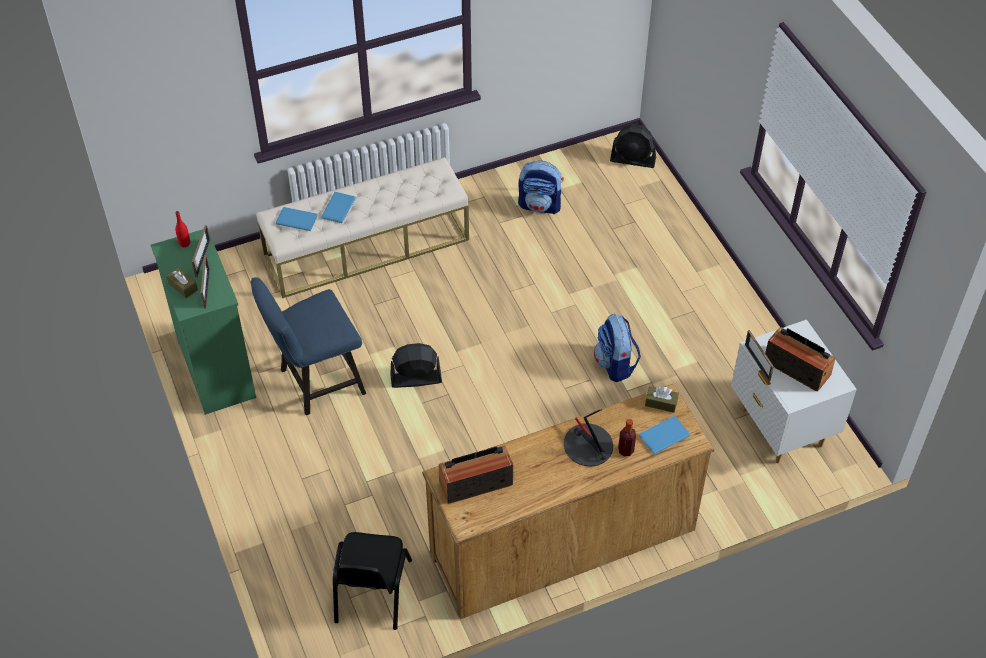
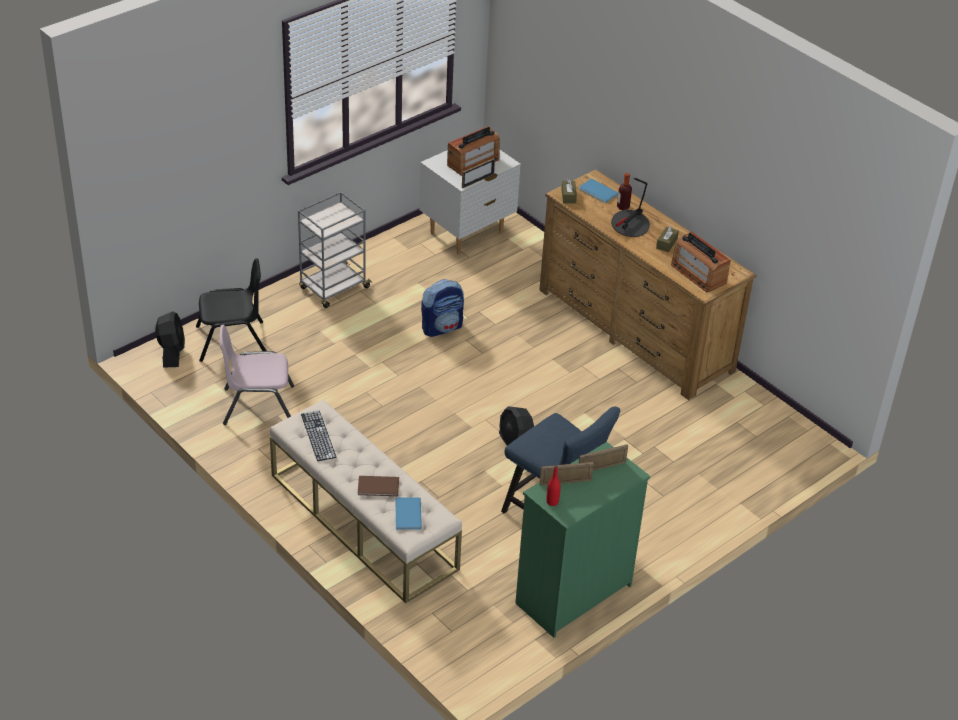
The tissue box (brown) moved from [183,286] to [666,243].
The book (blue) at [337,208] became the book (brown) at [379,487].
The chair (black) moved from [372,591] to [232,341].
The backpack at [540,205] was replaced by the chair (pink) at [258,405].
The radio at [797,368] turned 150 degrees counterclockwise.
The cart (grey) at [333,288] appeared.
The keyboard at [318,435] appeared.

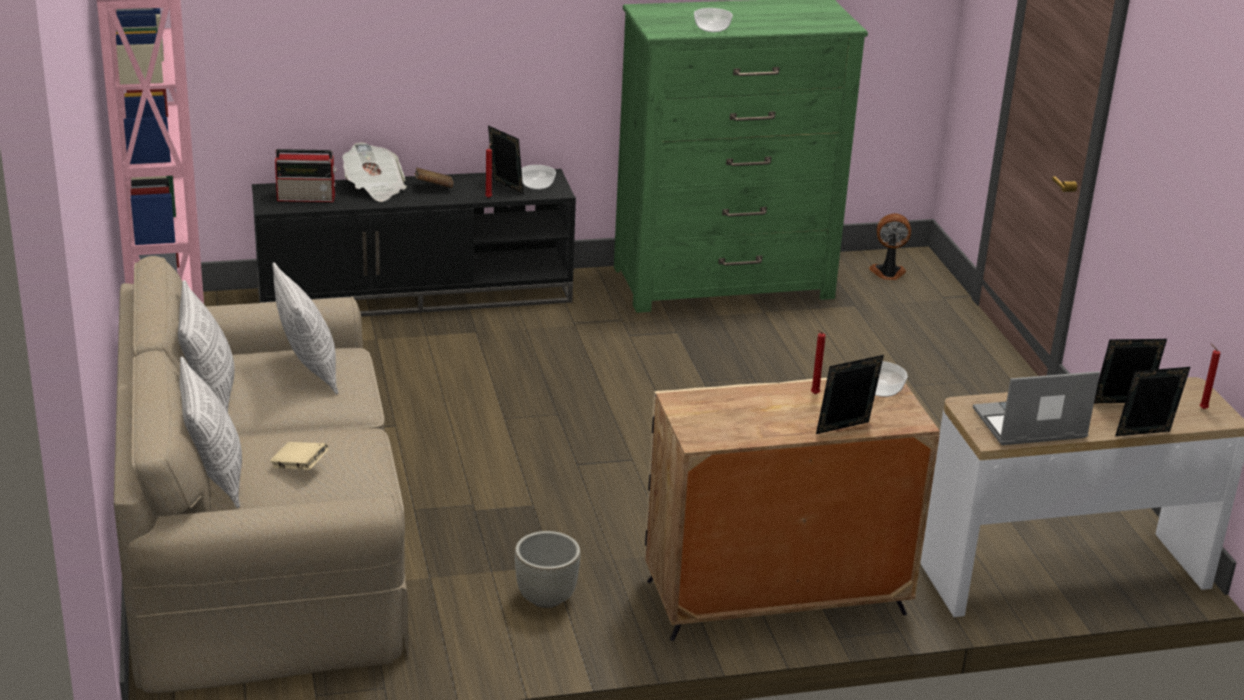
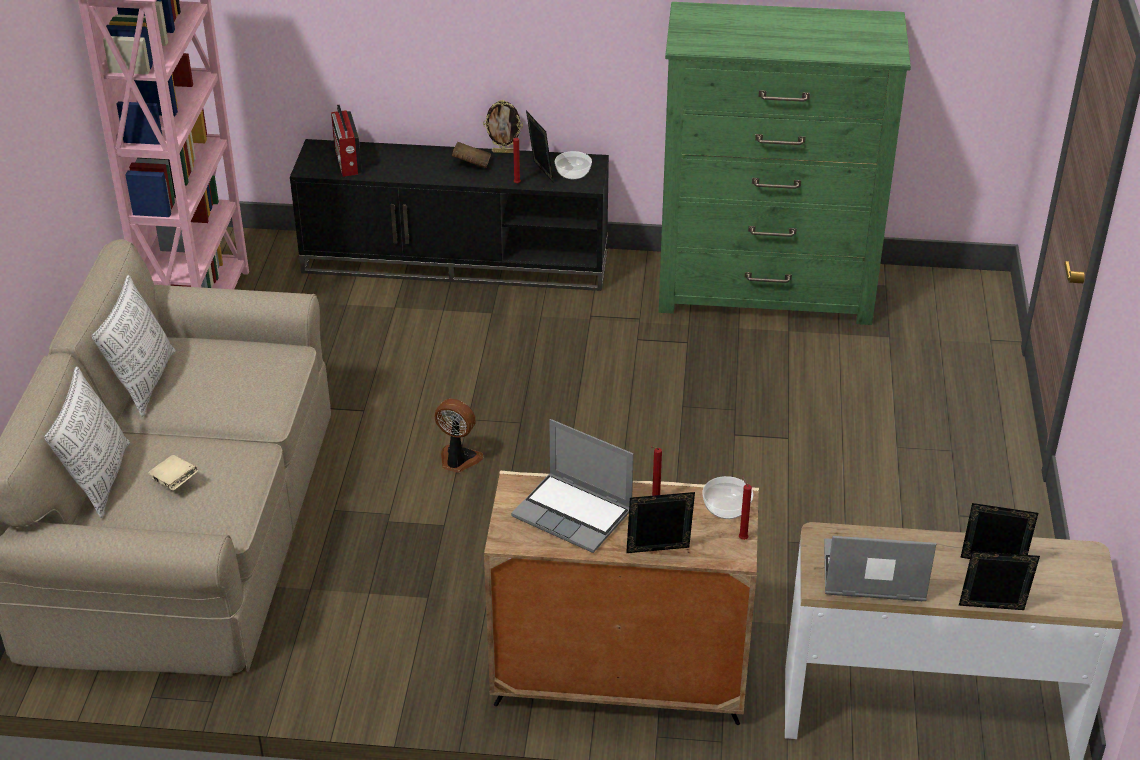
The pillow at [308,371] disappeared.
The radio at [307,197] turned 60 degrees clockwise.
The newspaper at [375,188] disappeared.
The planter (grey) at [545,598] disappeared.
The bowl at [712,28] disappeared.
The fan moved from [888,273] to [458,460].
The candle (red) moved from [1201,408] to [742,538].
The picture frame at [503,152] appeared.
The laptop at [574,514] appeared.

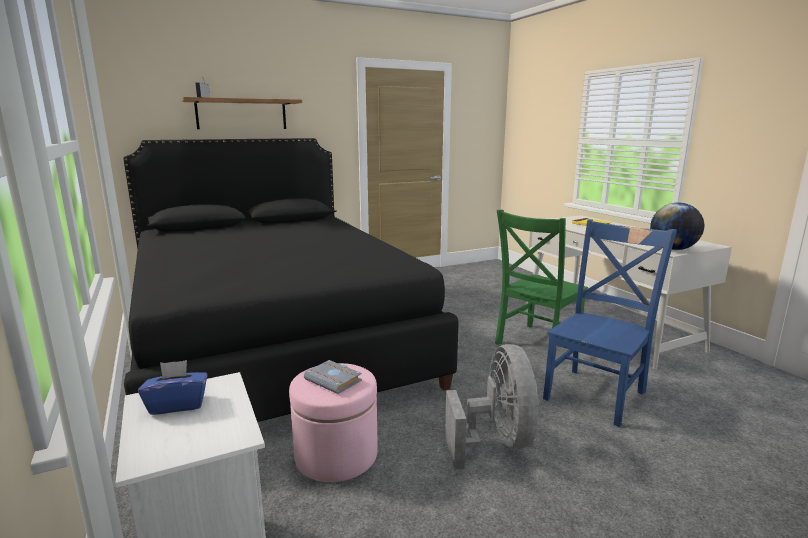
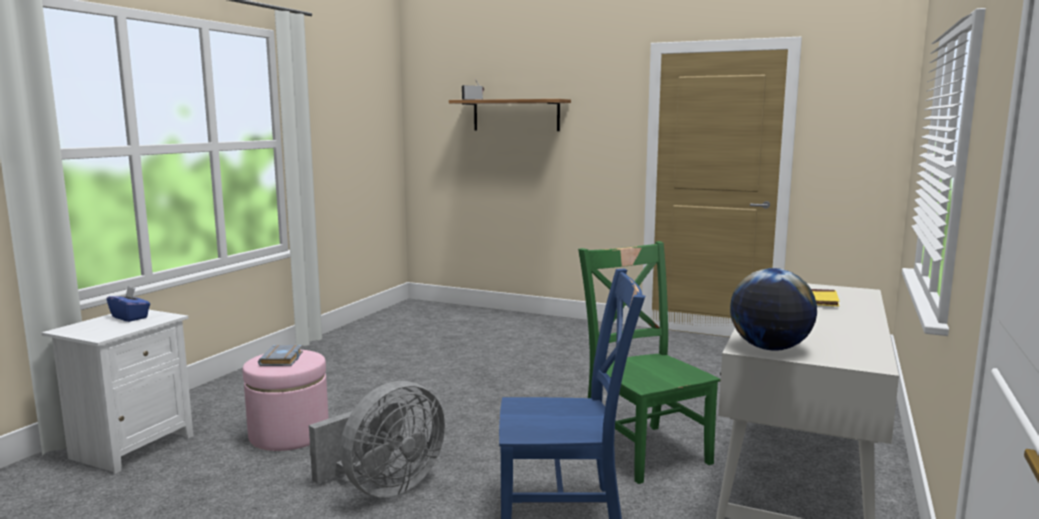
The bed (black) at [273,342] disappeared.
The chair (green) at [536,343] turned 60 degrees clockwise.

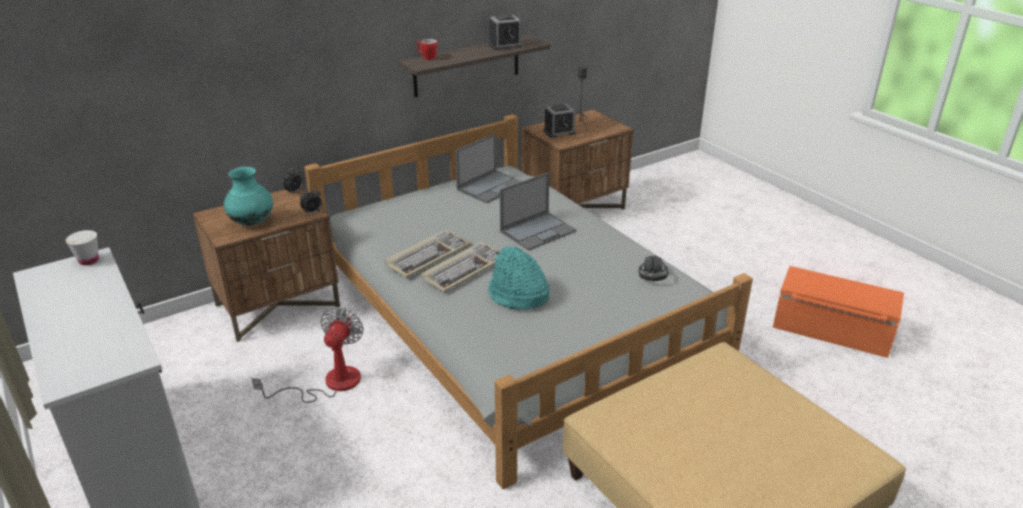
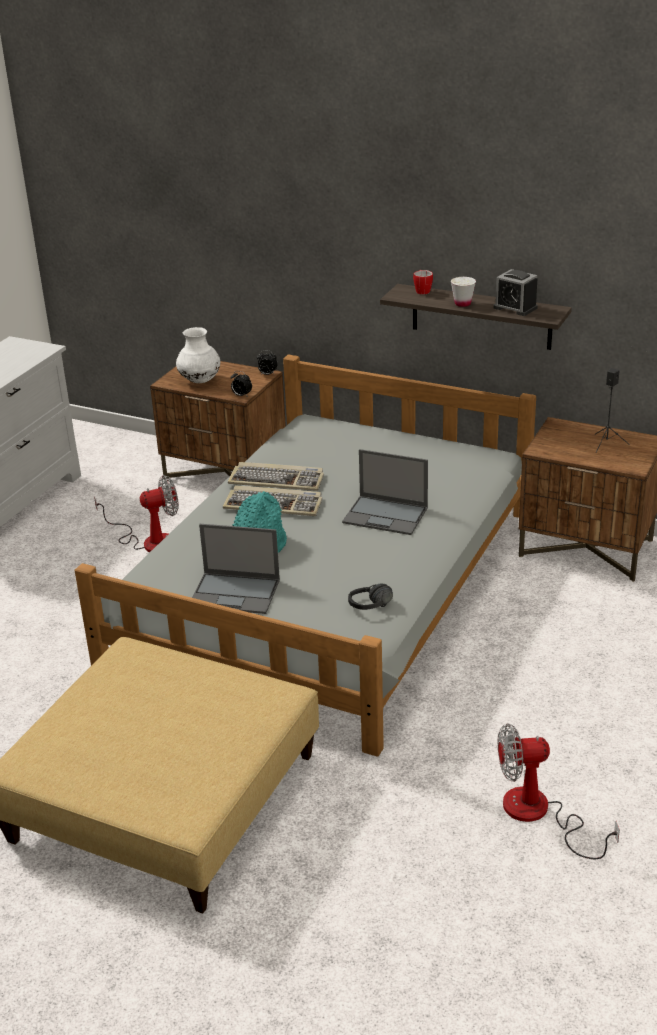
The cup (white) moved from [89,260] to [462,304].
The vase (turquoise) at [252,222] became the vase (white) at [200,381].
The laptop moved from [491,186] to [236,593].
The alarm clock at [559,132] disappeared.
The storage box (orange) at [832,330] was replaced by the fan at [539,814].

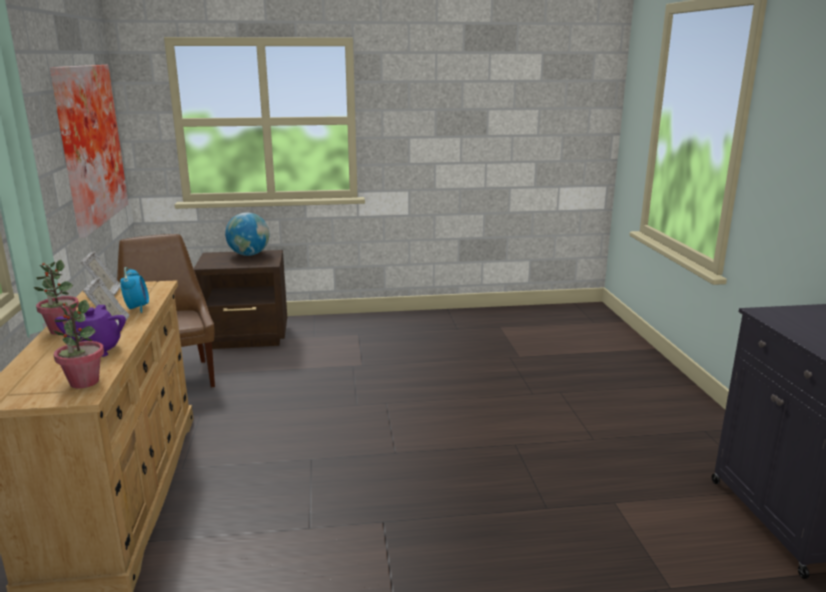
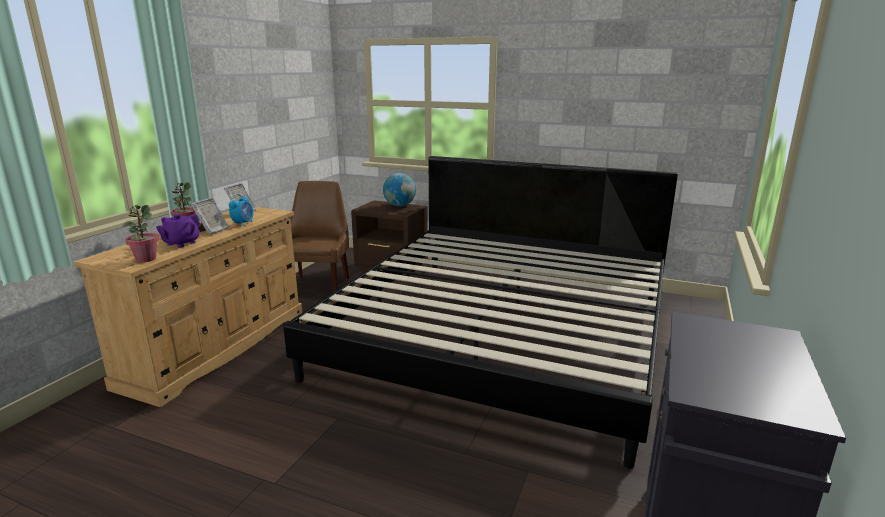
The picture at [85,145] disappeared.
The bed at [501,334] appeared.

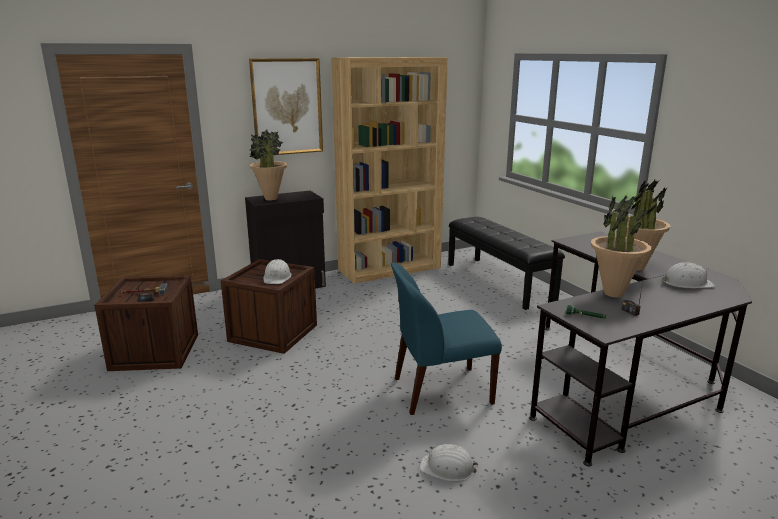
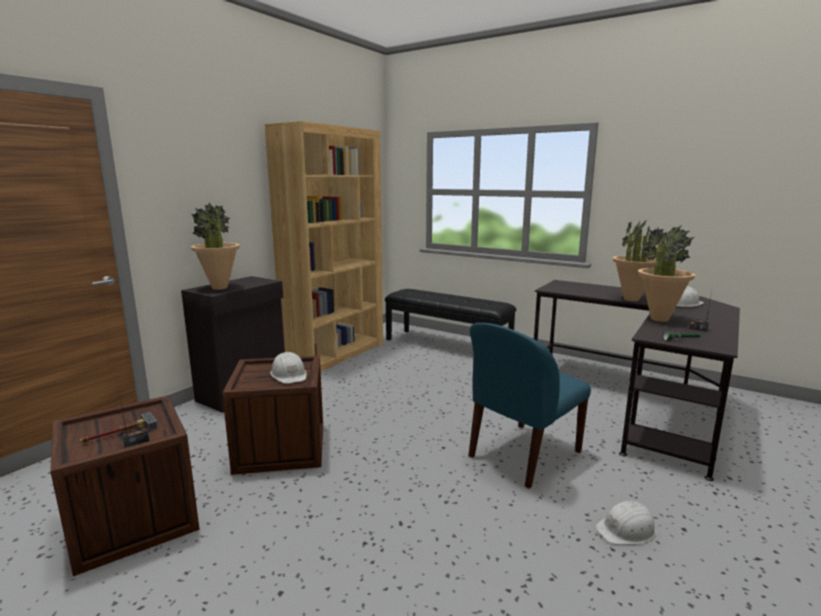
The picture at [287,107] disappeared.

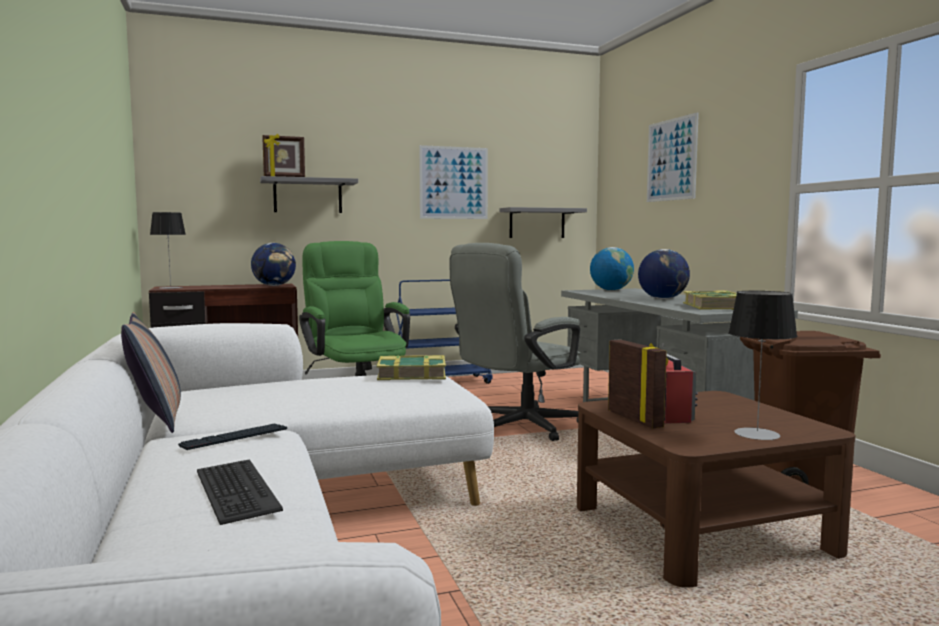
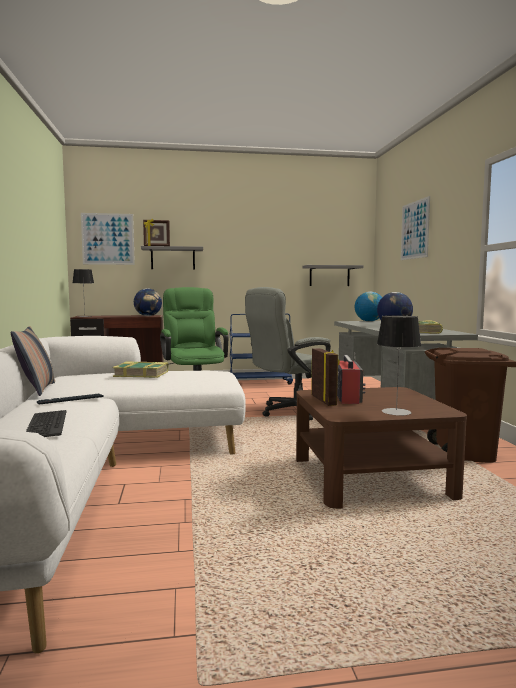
The book moved from [412,375] to [141,374].
The picture moved from [453,183] to [108,239].

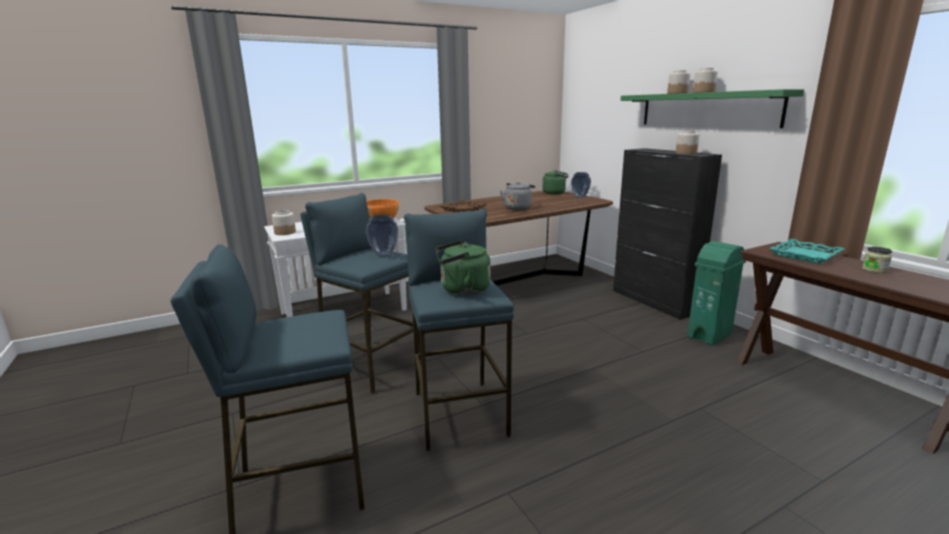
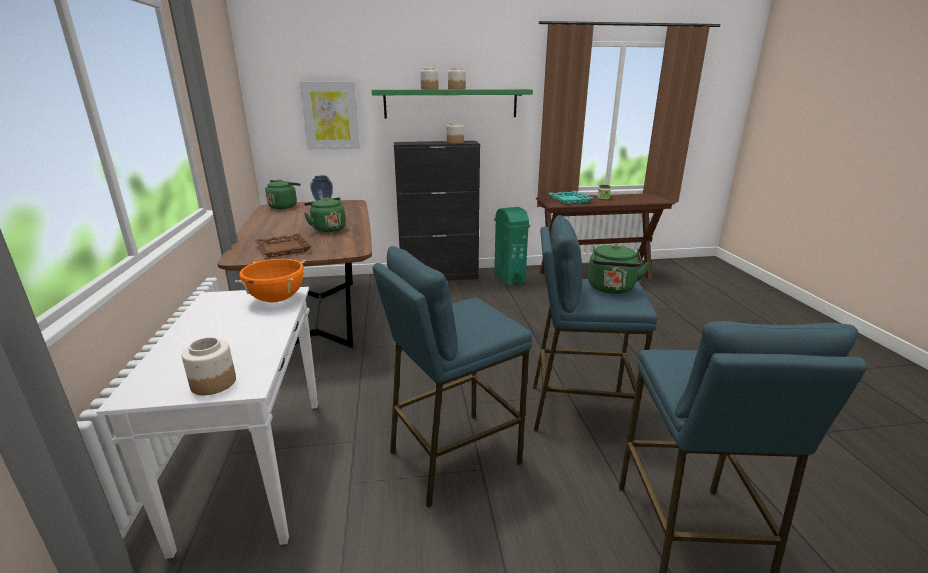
The vase at [384,254] disappeared.
The kettle (grey) at [518,208] became the kettle (green) at [327,229].
The picture at [331,116] appeared.

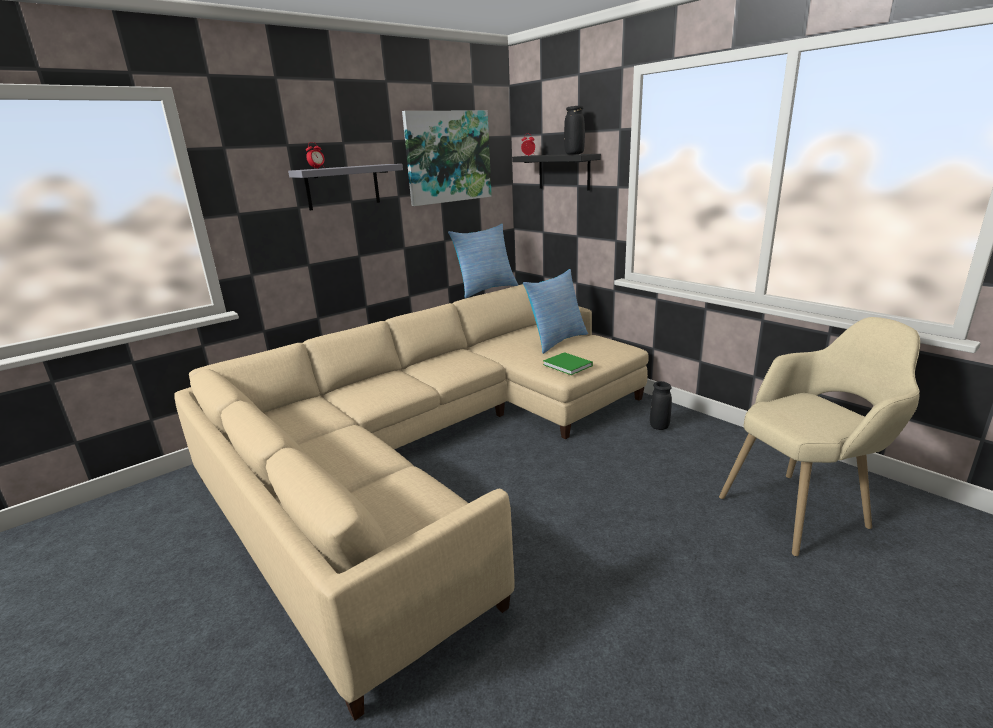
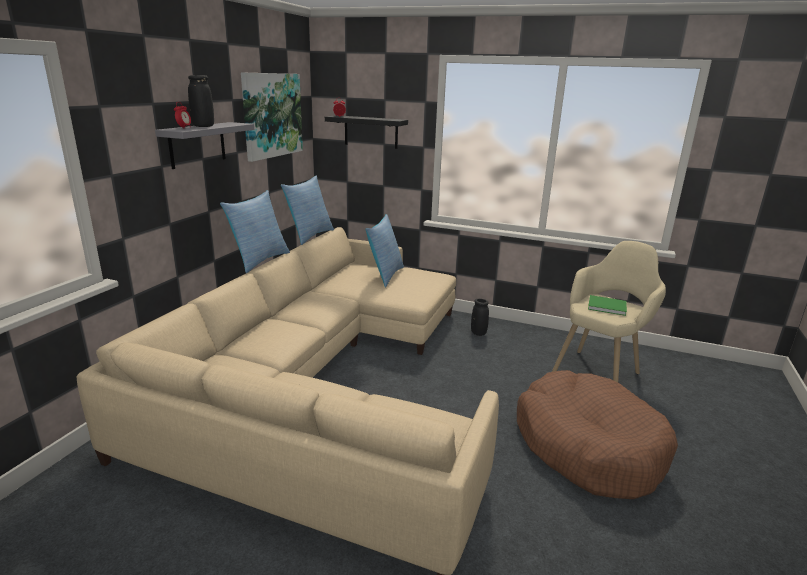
The book (green) moved from [568,365] to [608,307].
The vase (black) moved from [574,154] to [203,126].
The pillow at [259,260] appeared.
The dog bed (brown) at [588,446] appeared.

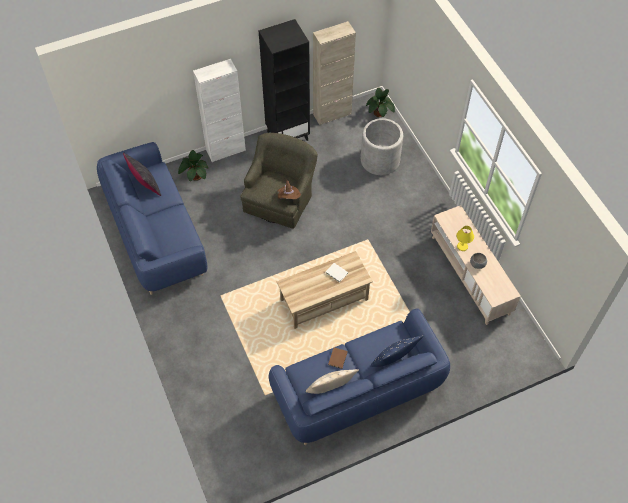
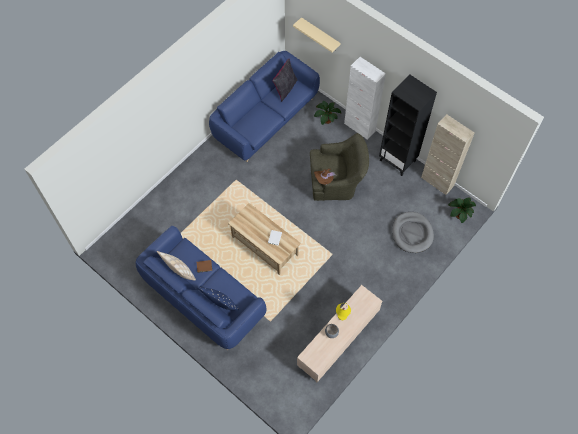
The planter (grey) at [380,160] was replaced by the dog bed (grey) at [412,233].
The shelf (beige) at [320,34] appeared.

